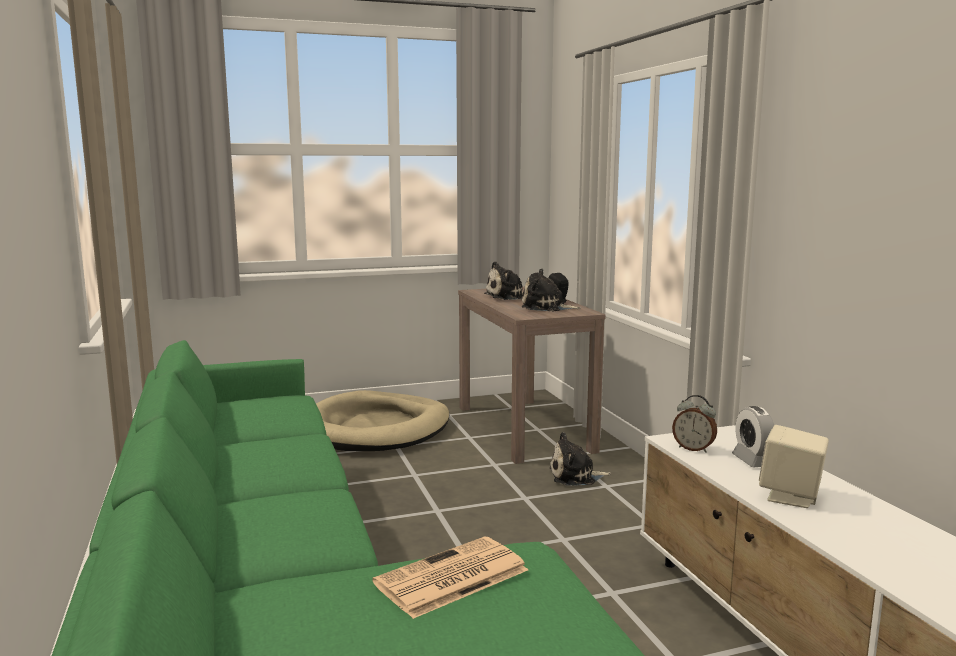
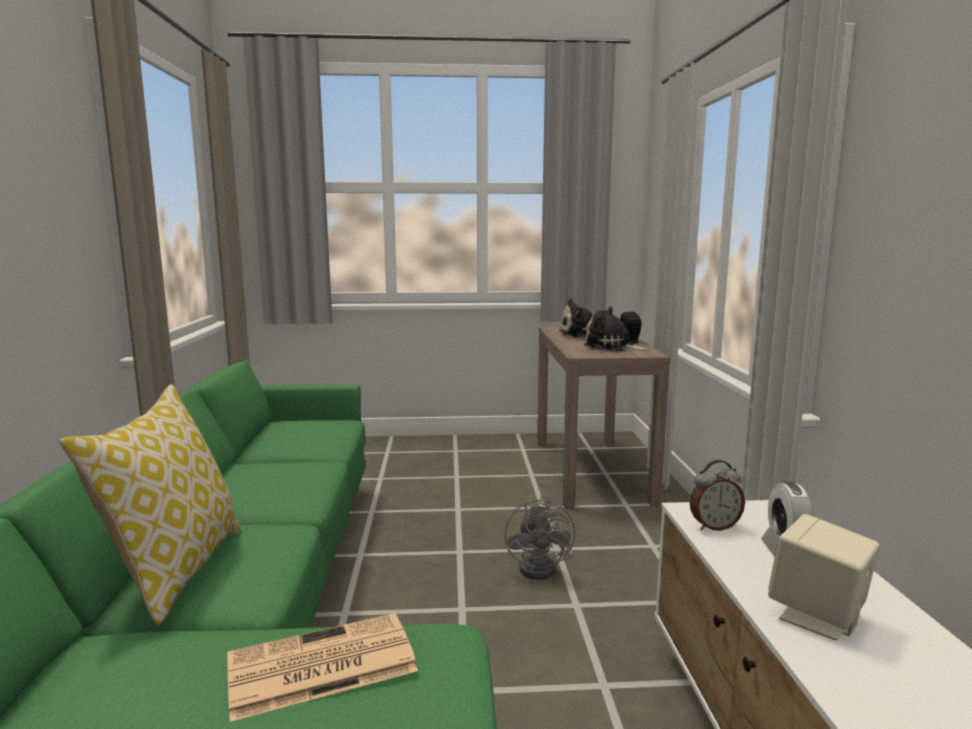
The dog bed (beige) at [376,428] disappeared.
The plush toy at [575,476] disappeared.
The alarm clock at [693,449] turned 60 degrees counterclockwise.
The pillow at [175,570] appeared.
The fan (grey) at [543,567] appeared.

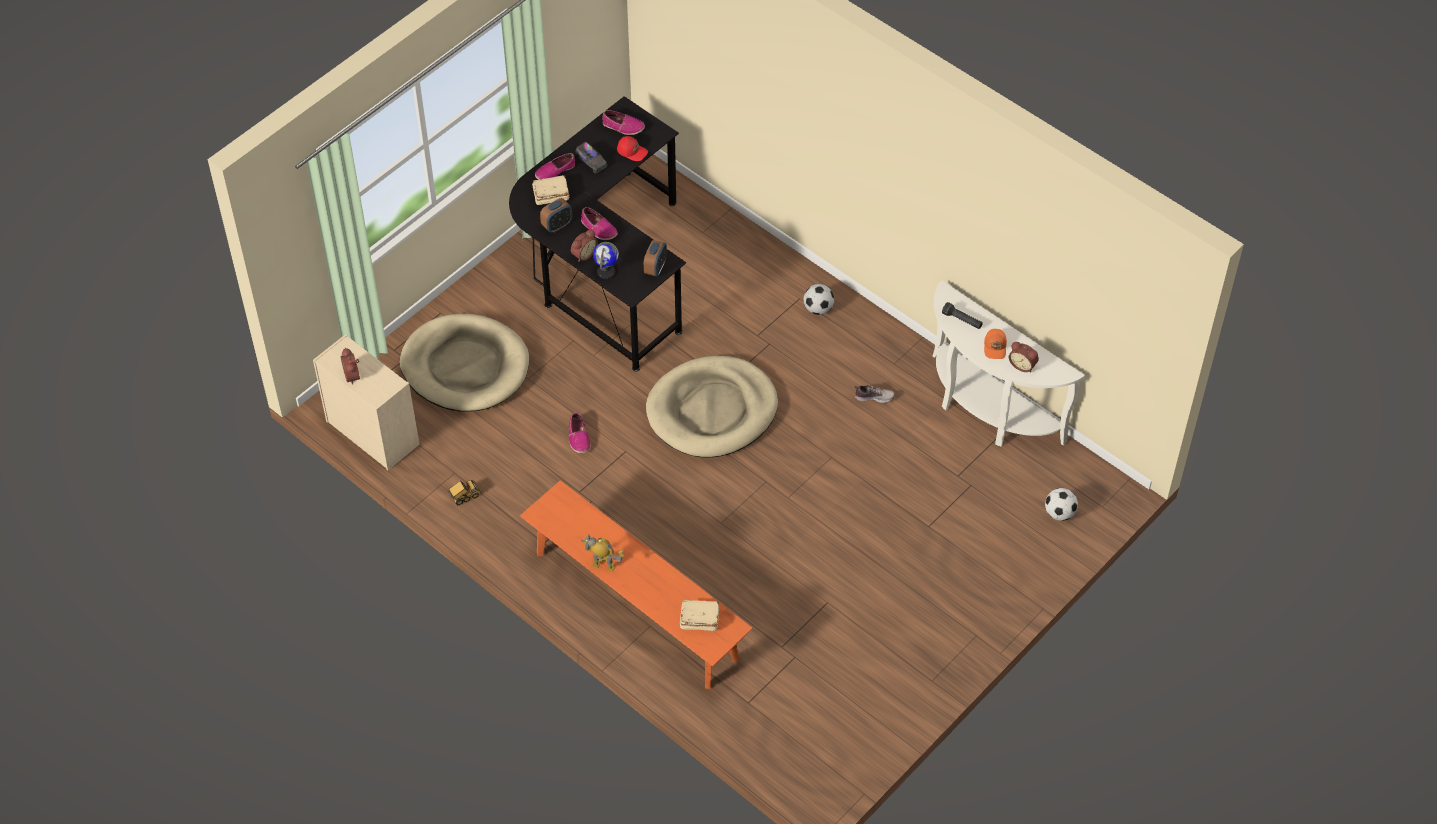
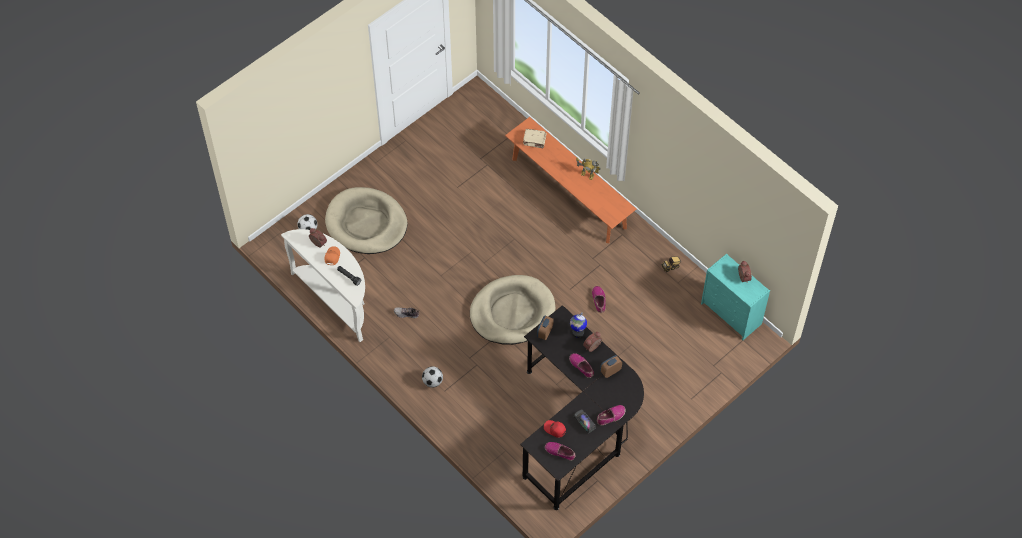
The dresser (beige) at [371,432] became the dresser (turquoise) at [732,314].
The dog bed (beige) moved from [465,367] to [366,223].
The book (beige) at [550,195] disappeared.

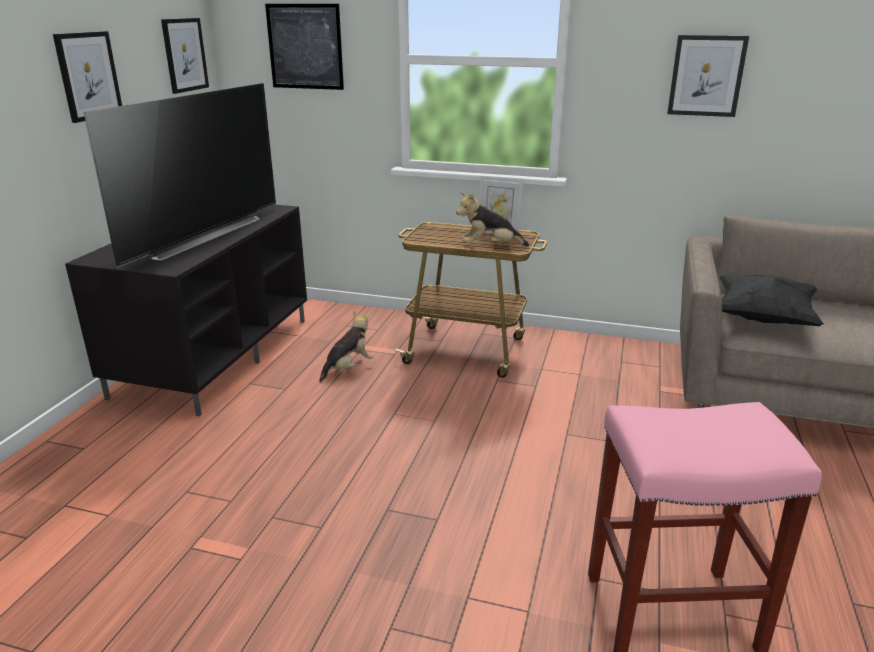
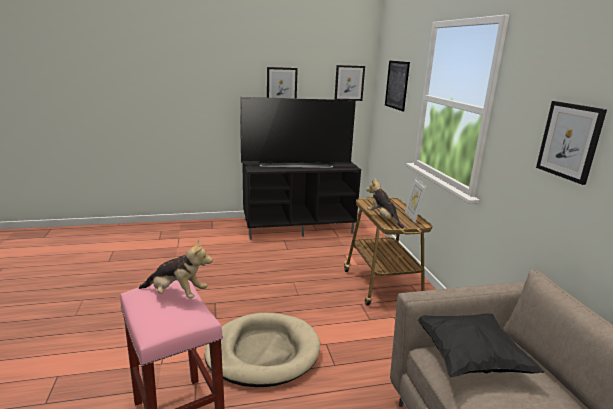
The plush toy moved from [348,368] to [177,294].
The dog bed (beige) at [263,352] appeared.

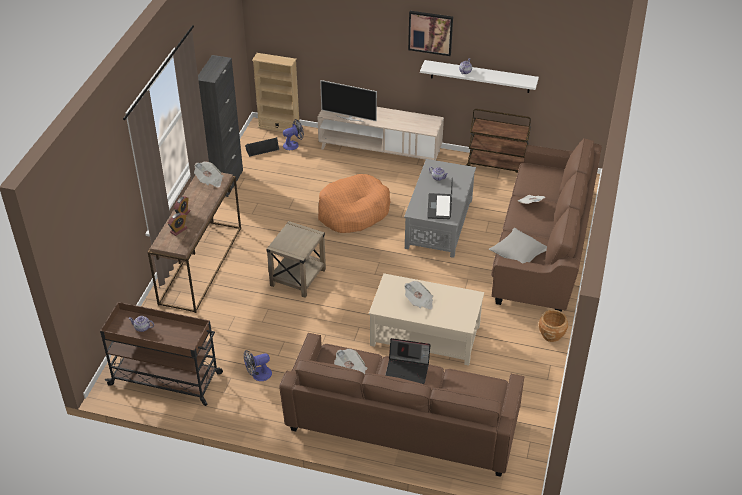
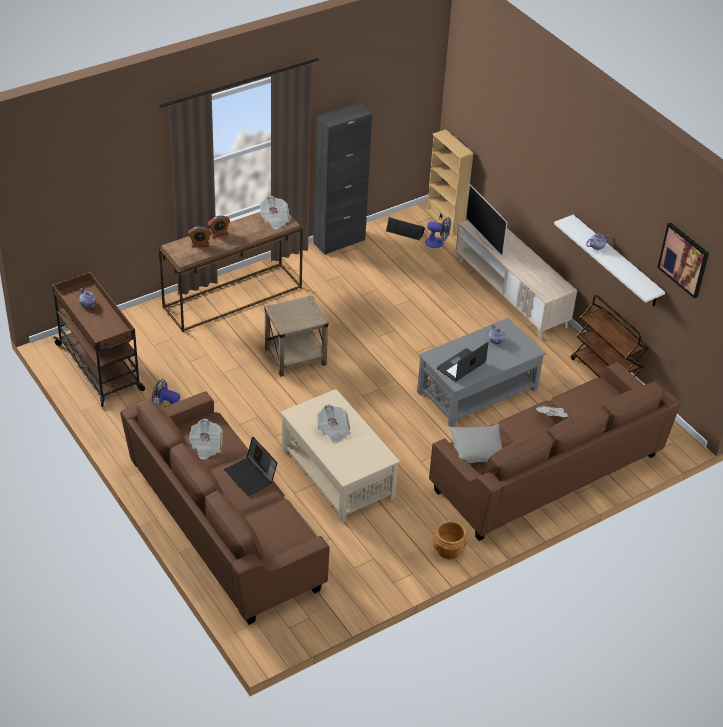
The dog bed (orange) at [353,212] disappeared.
The picture moved from [430,32] to [684,259].

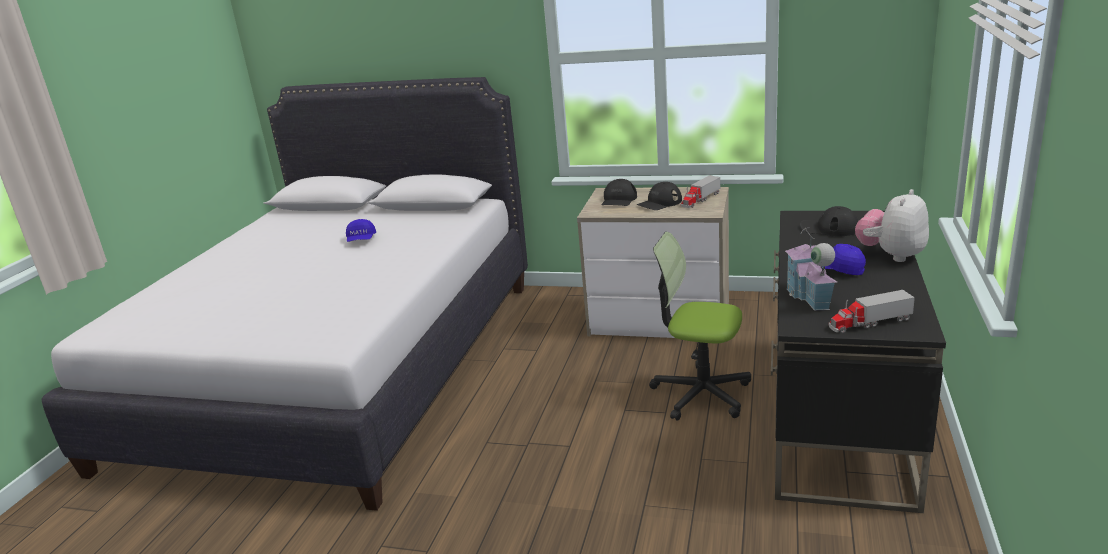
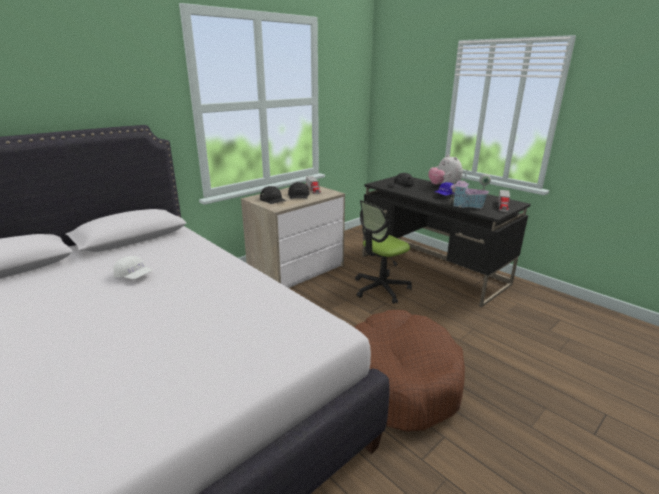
The cap (blue) at [361,240] became the cap (white) at [134,276].
The dog bed (brown) at [401,379] appeared.

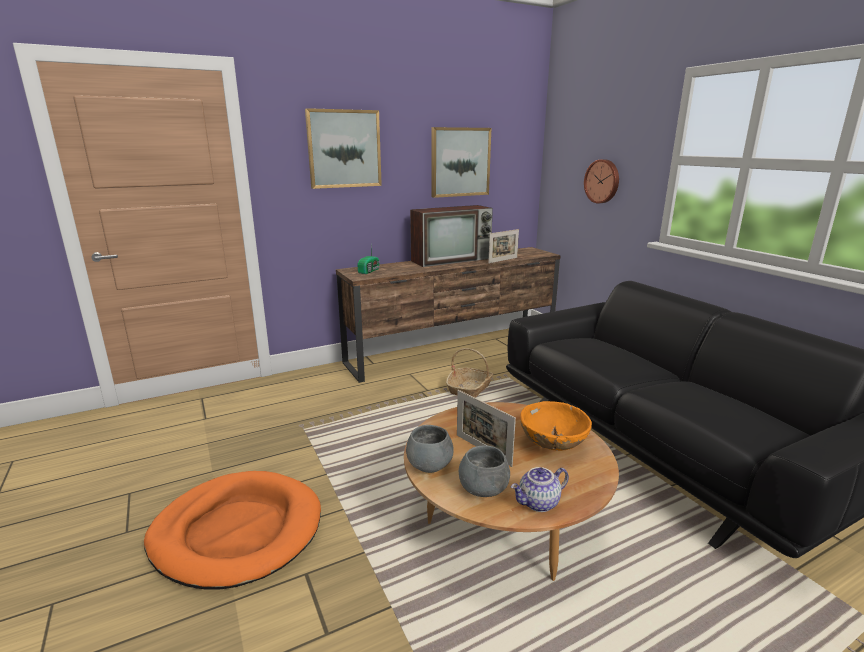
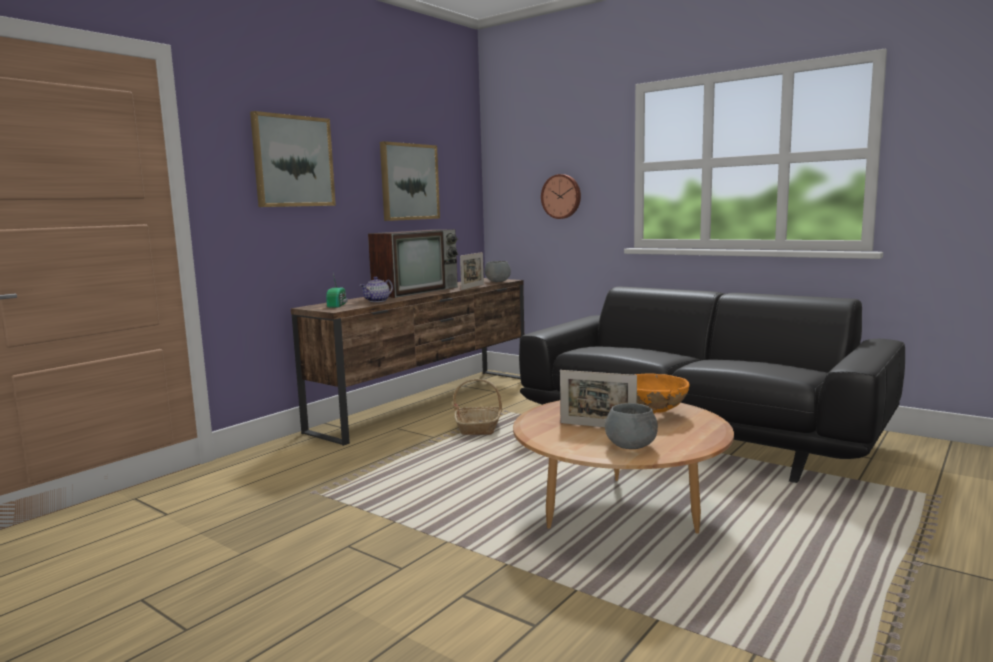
The dog bed (orange) at [237,531] disappeared.
The bowl (grey) moved from [430,465] to [498,281].
The teapot moved from [538,503] to [377,301].

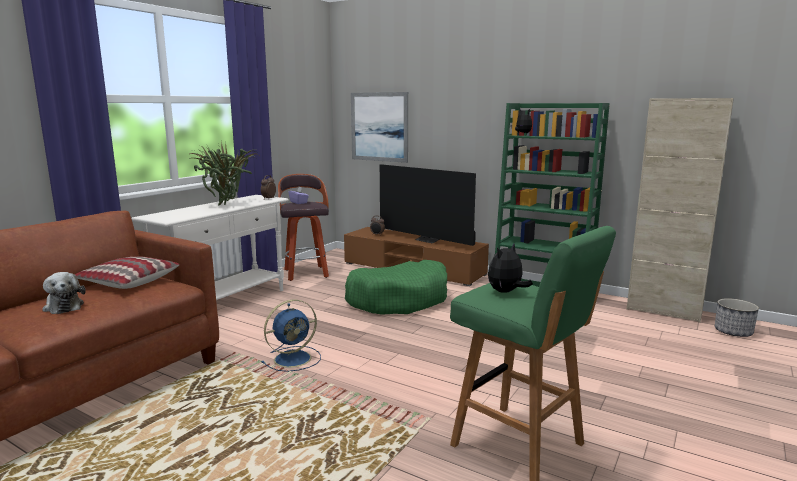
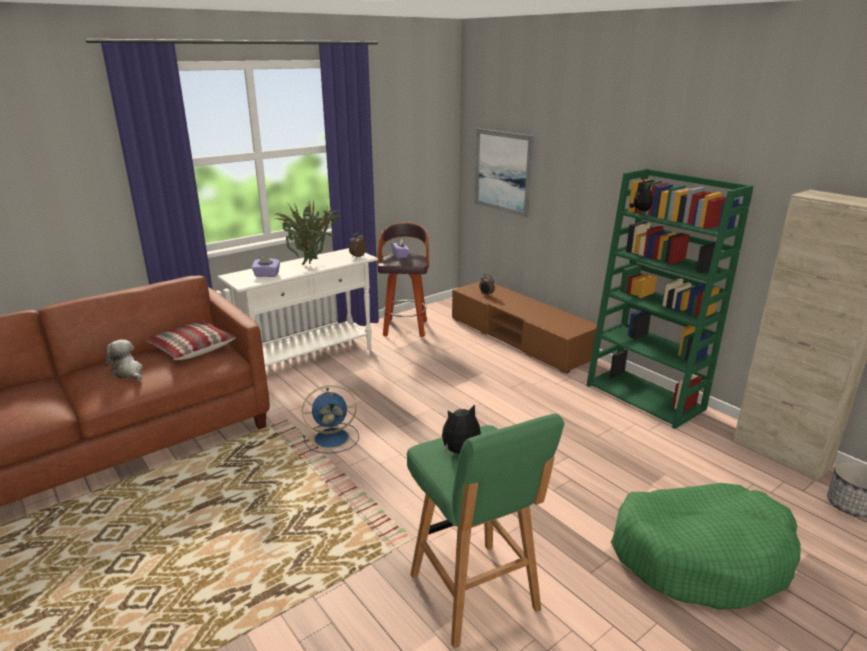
The plush toy at [63,306] turned 150 degrees clockwise.
The dog bed (green) moved from [399,300] to [701,556].
The television at [428,240] disappeared.
The tissue box (purple) at [266,275] appeared.

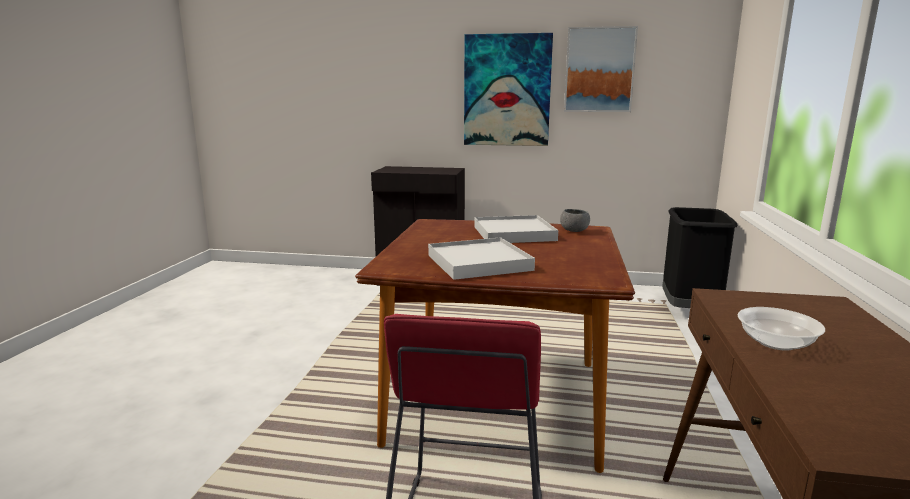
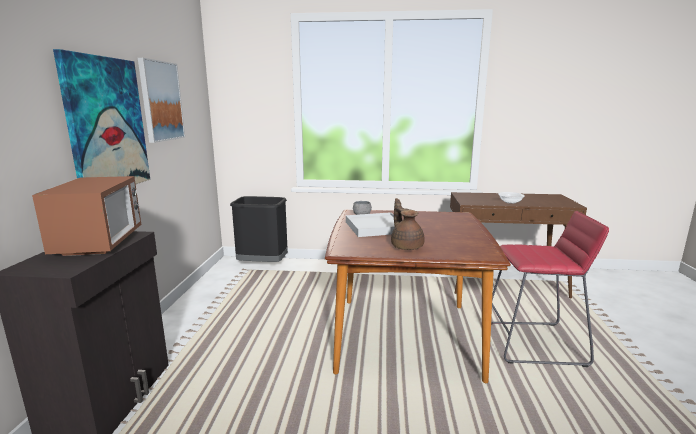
The tray (white) at [478,263] disappeared.
The microwave at [100,243] appeared.
The teapot (brown) at [406,246] appeared.

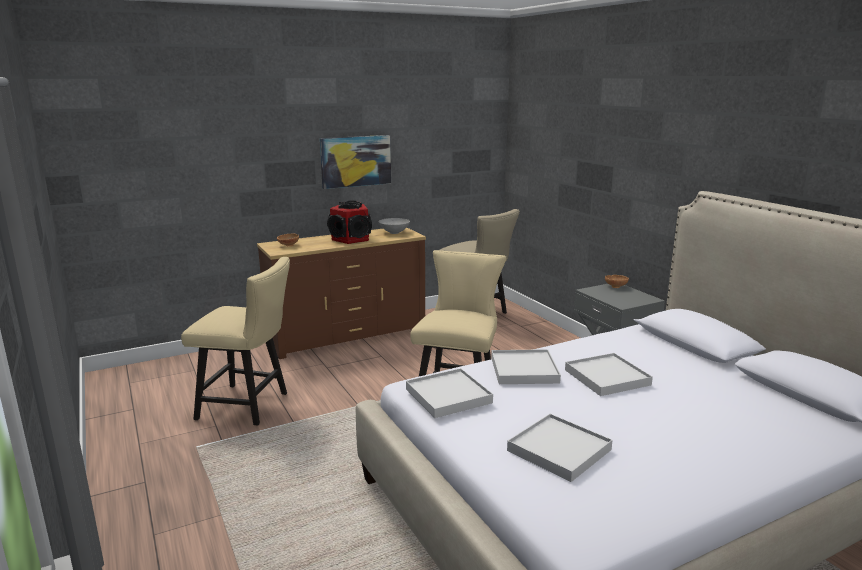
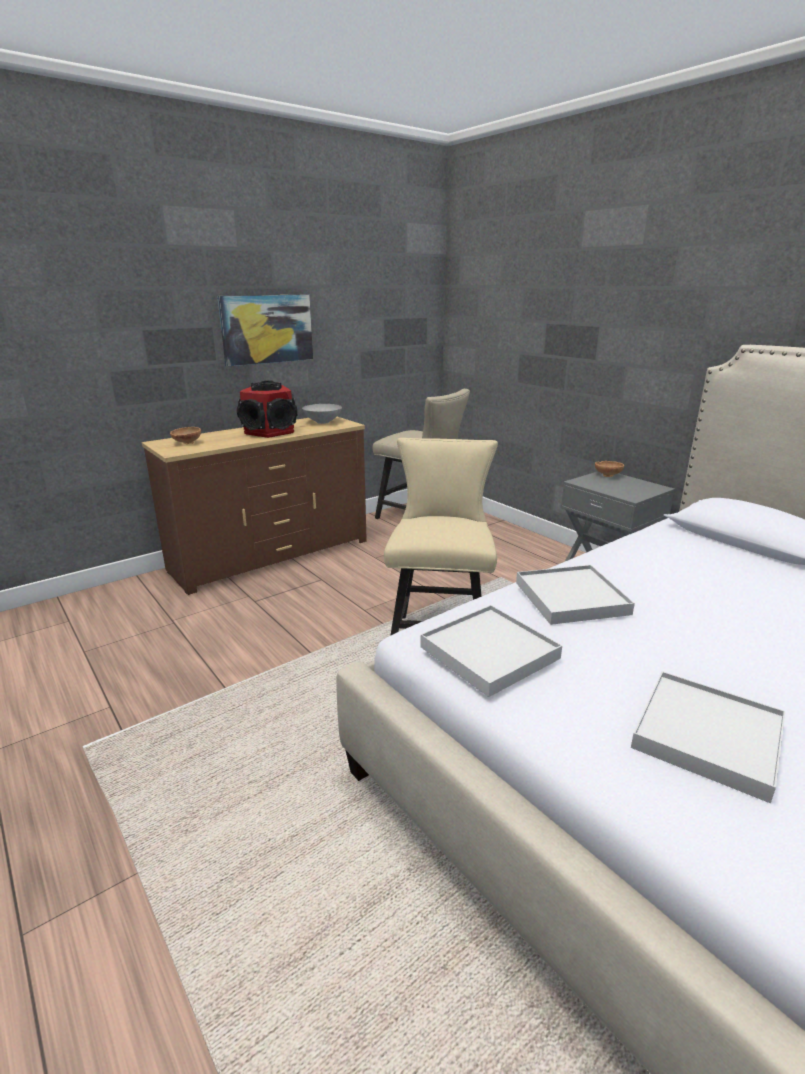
The chair (beige) at [249,406] disappeared.
The tray (white) at [607,377] disappeared.

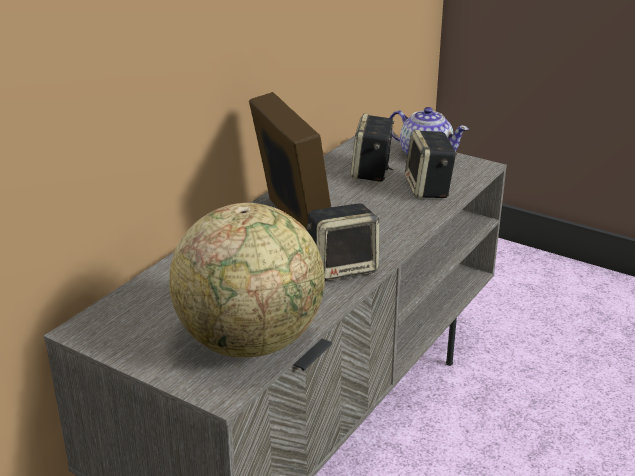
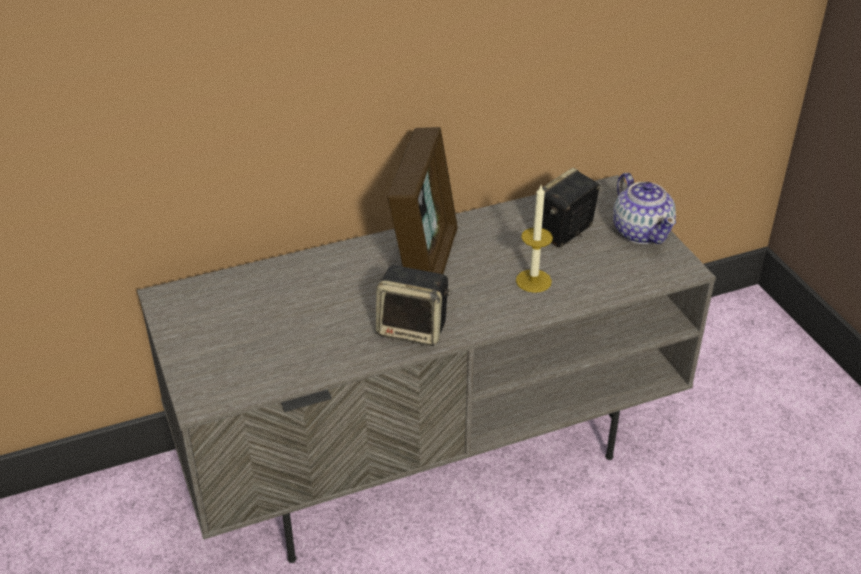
The globe at [251,342] disappeared.
The speaker at [429,189] disappeared.
The candle at [533,281] appeared.

